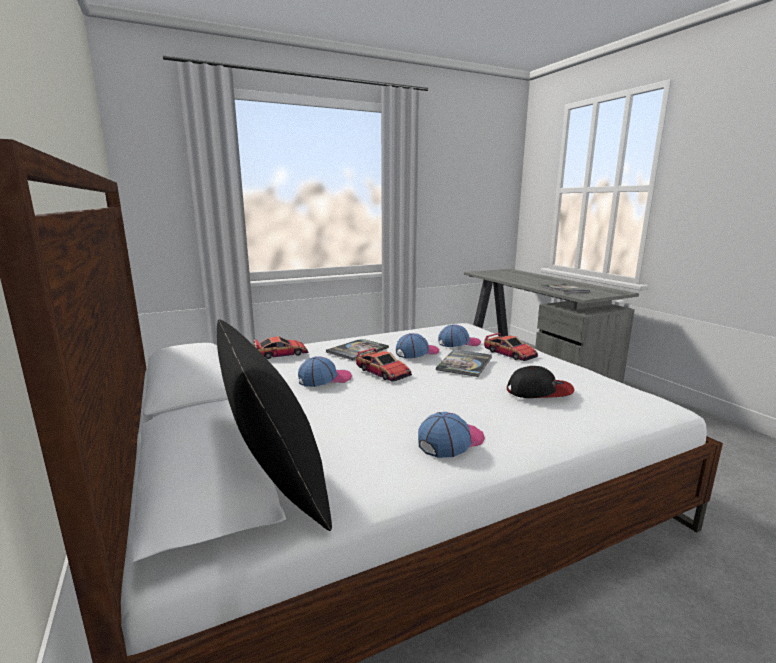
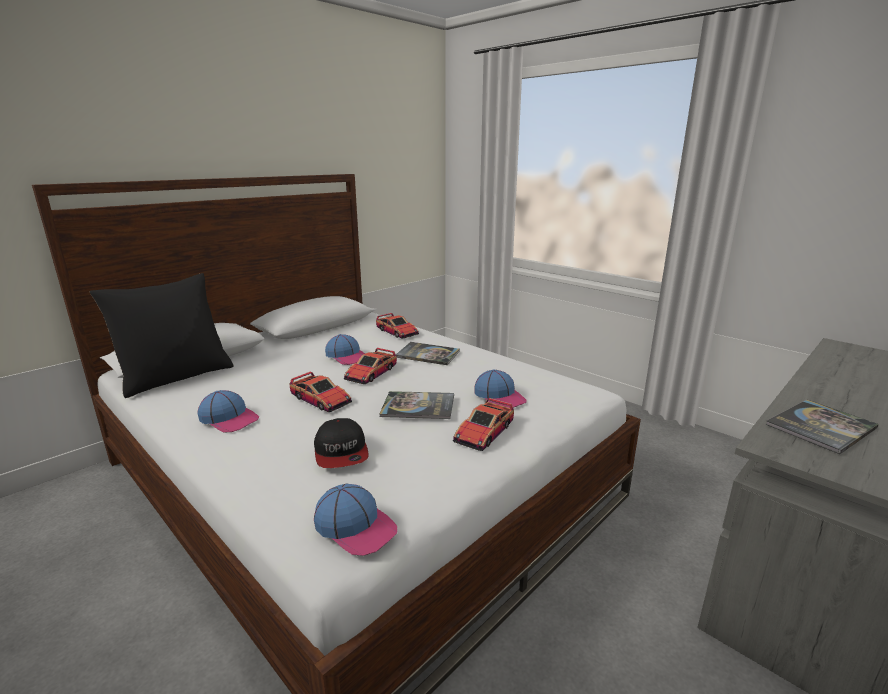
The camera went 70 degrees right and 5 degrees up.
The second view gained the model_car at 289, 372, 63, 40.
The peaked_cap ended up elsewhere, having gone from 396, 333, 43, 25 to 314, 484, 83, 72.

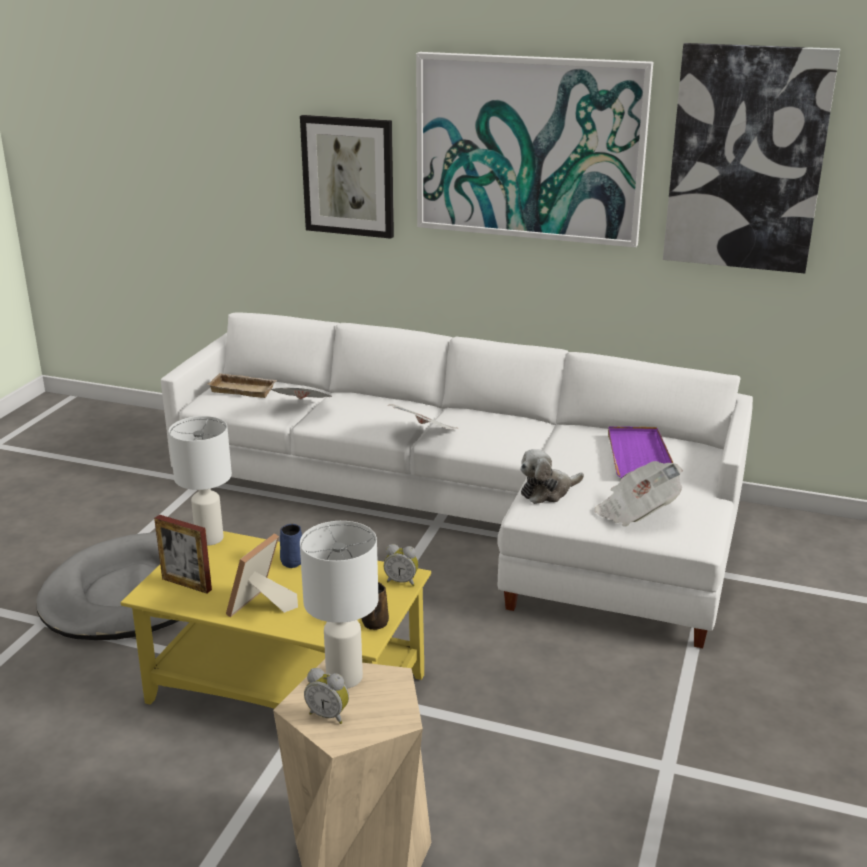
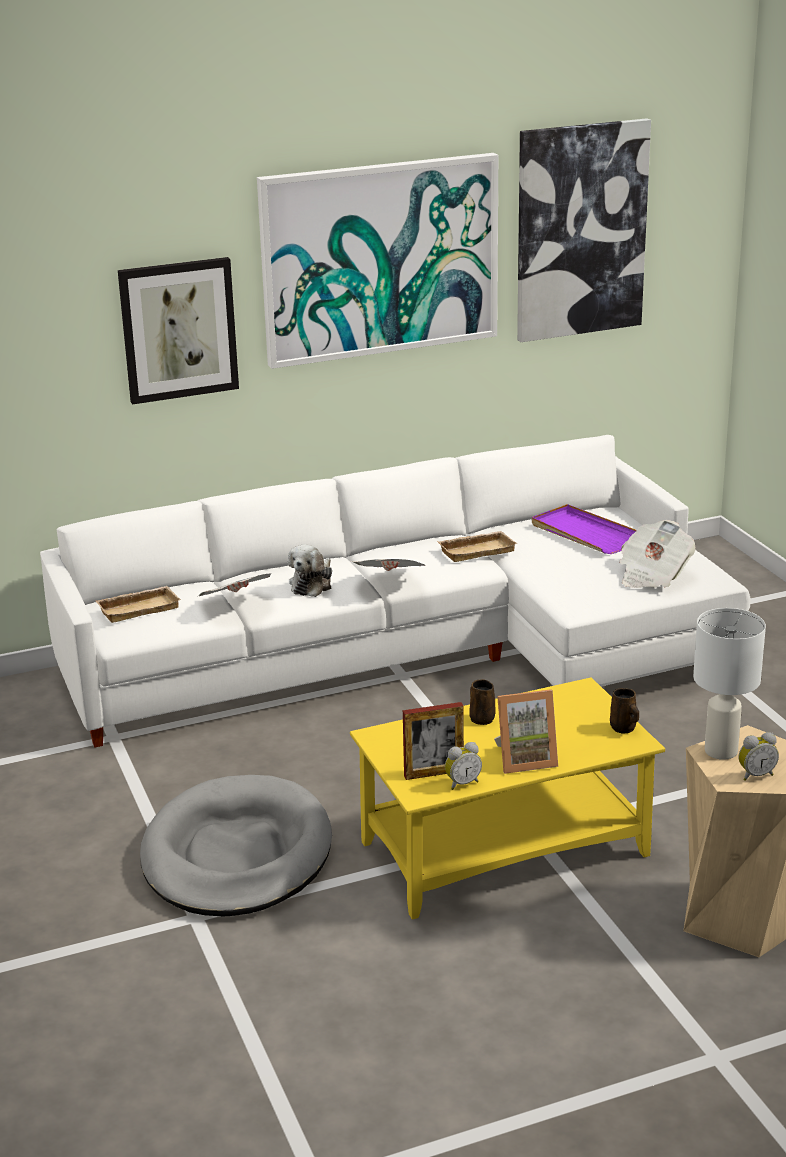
The camera went 40 degrees left and 0 degrees up.
The cuddly_toy ended up elsewhere, having gone from 520, 449, 64, 55 to 288, 544, 44, 53.
The second view gained the sand-coloured_carrying_tray at 437, 531, 80, 31.
The alarm_clock ended up elsewhere, having gone from 384, 544, 35, 42 to 445, 742, 37, 48.
What was the blue-coloured_tea_mug at 280, 524, 22, 44 turned into the brown-coloured_tea_mug at 469, 679, 27, 46.
The standing_frame at 226, 533, 72, 84 ended up facing another way, 90 degrees counterclockwise from before.
The second view lost the whitish_tabletop_lamp at 168, 416, 64, 130.

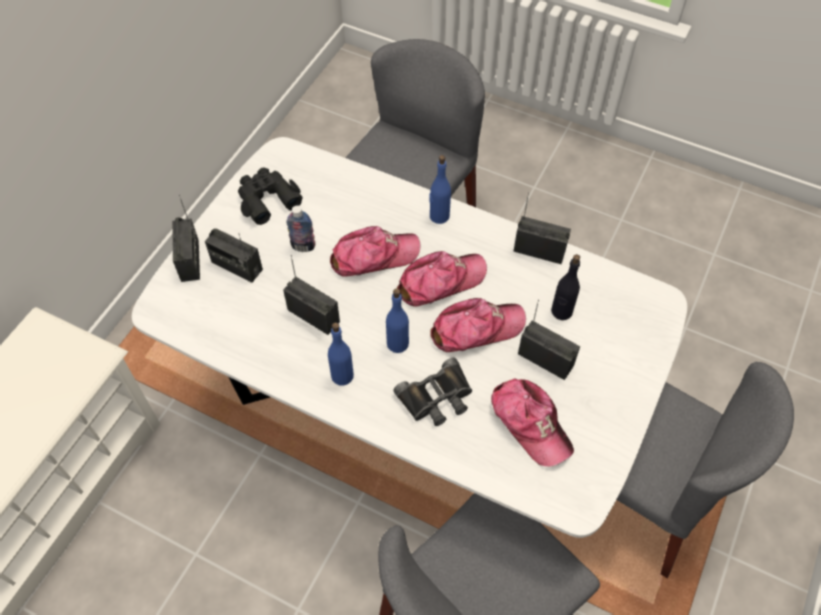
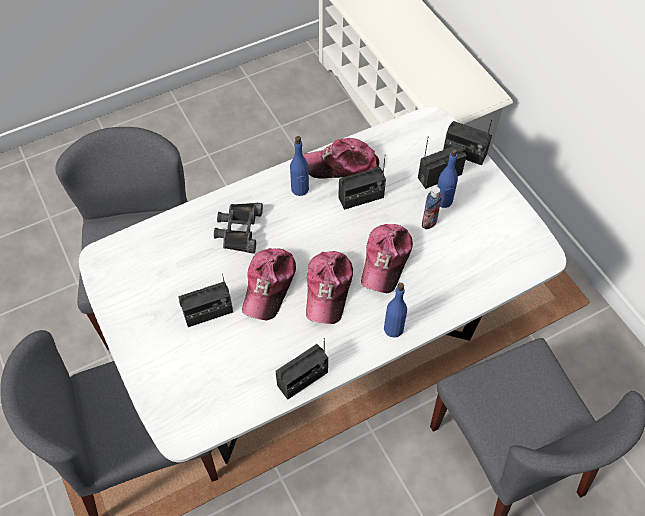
The camera went 125 degrees right and 0 degrees up.
The peaked_cap ended up elsewhere, having gone from 491, 379, 83, 88 to 303, 138, 77, 41.
The blue-coloured_bottle ended up elsewhere, having gone from 386, 288, 23, 65 to 437, 148, 21, 60.
The second view lost the blackish_field_glasses at 238, 167, 65, 58.
The second view lost the blackish_bottle at 551, 254, 29, 66.

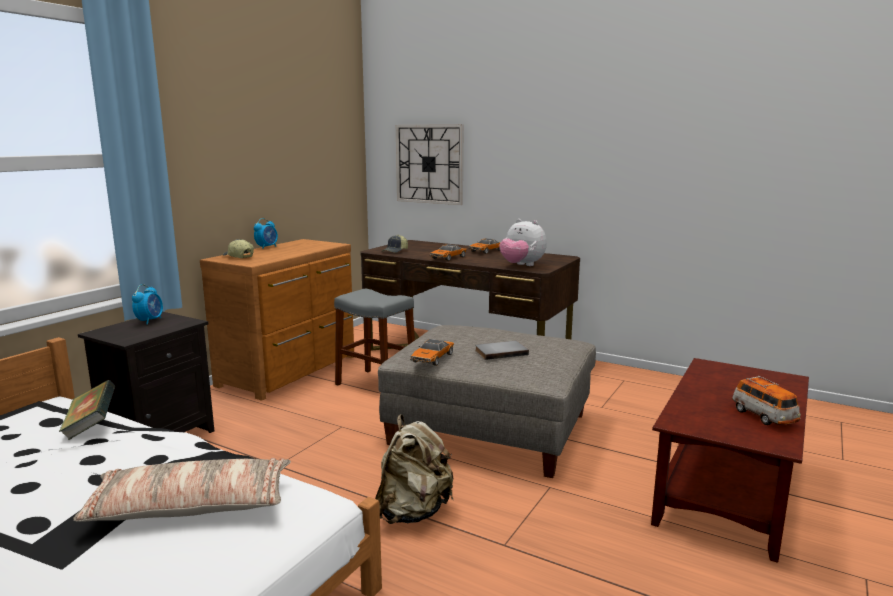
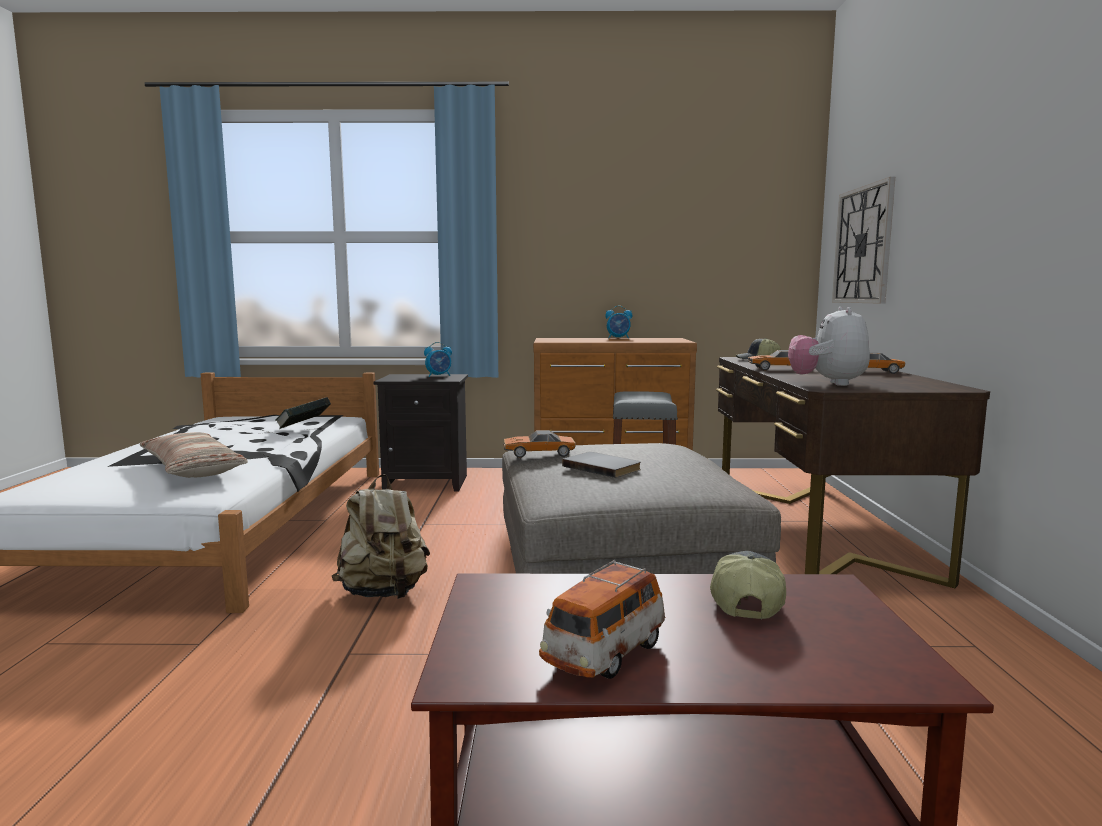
The camera went 60 degrees right and 5 degrees down.
The peaked_cap ended up elsewhere, having gone from 223, 239, 31, 19 to 710, 551, 76, 68.

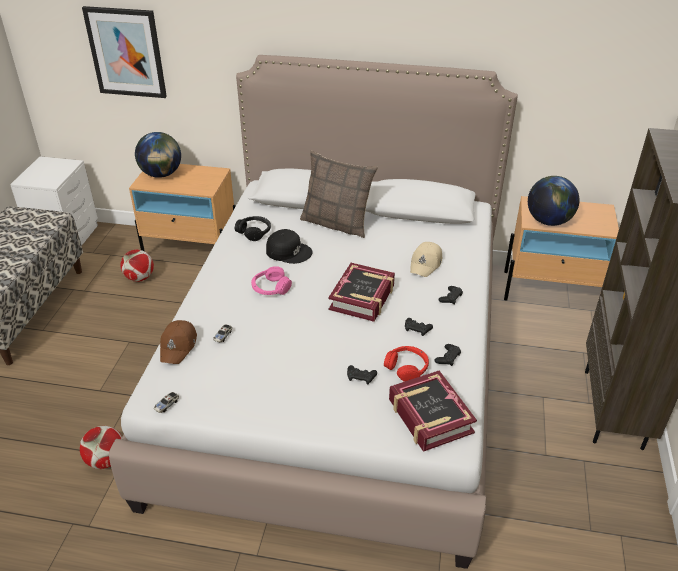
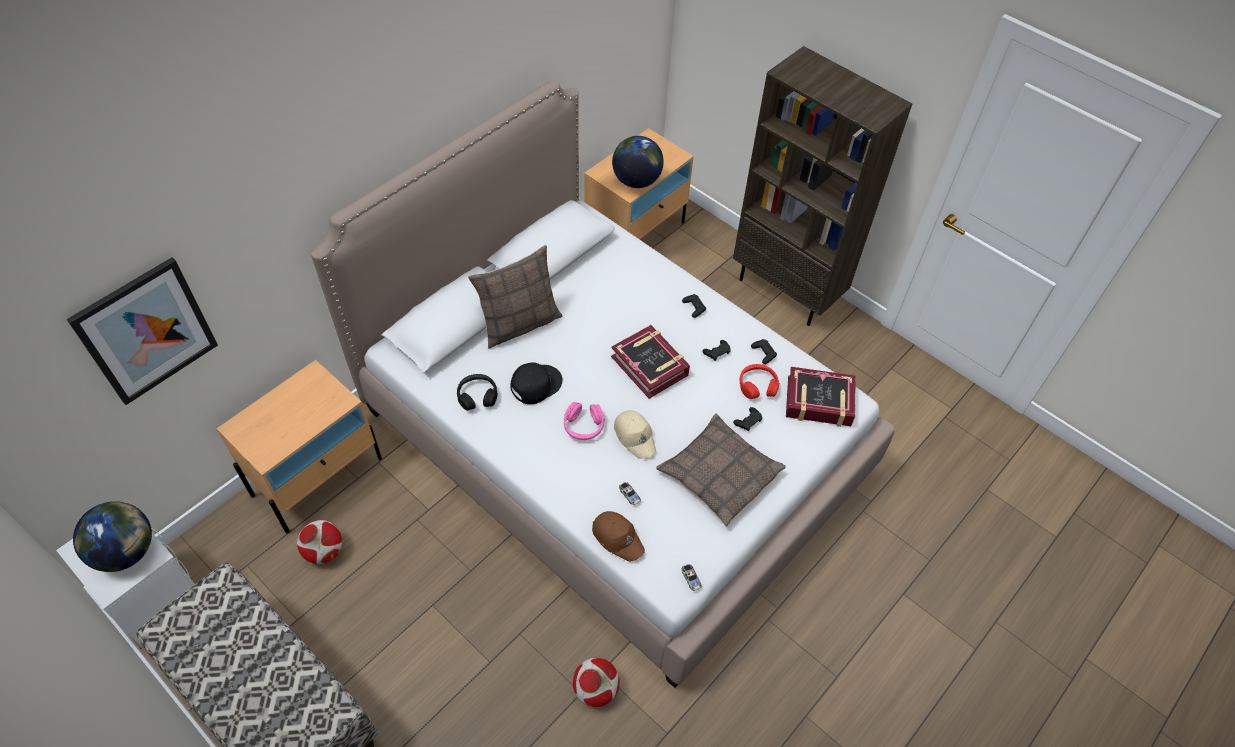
The camera went 60 degrees left and 15 degrees up.
The world_globe ended up elsewhere, having gone from 135, 132, 46, 46 to 73, 501, 79, 71.
The sand-coloured_peaked_cap ended up elsewhere, having gone from 410, 242, 32, 35 to 614, 410, 42, 49.
The second view gained the pillow at 656, 413, 130, 113.

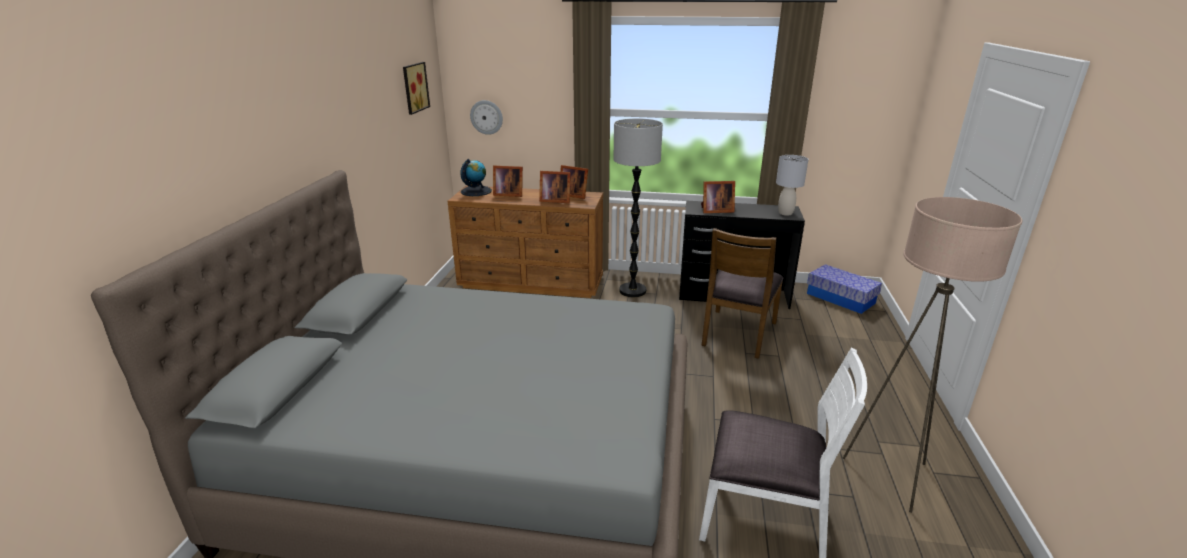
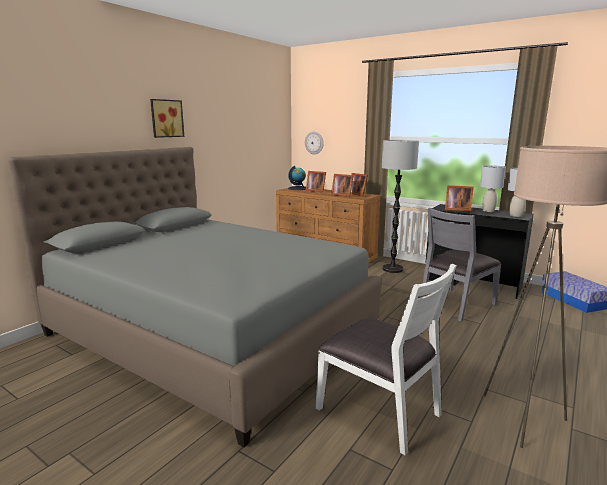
The camera went 25 degrees right and 10 degrees down.
The wall_art ended up elsewhere, having gone from 403, 62, 27, 53 to 150, 99, 34, 39.
What was the brown-coloured_upright_chair at 701, 228, 83, 131 turned into the gray_upright_chair at 420, 208, 82, 113.
The second view gained the gray_tabletop_lamp at 480, 165, 26, 47.

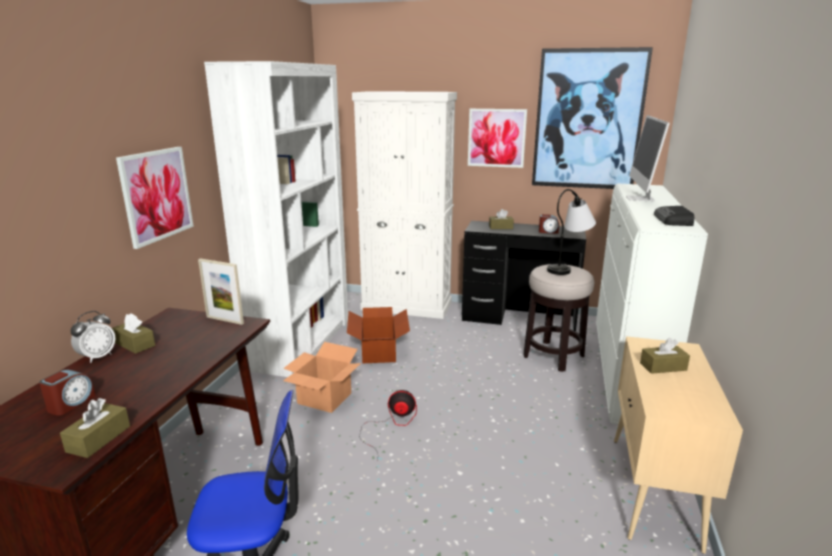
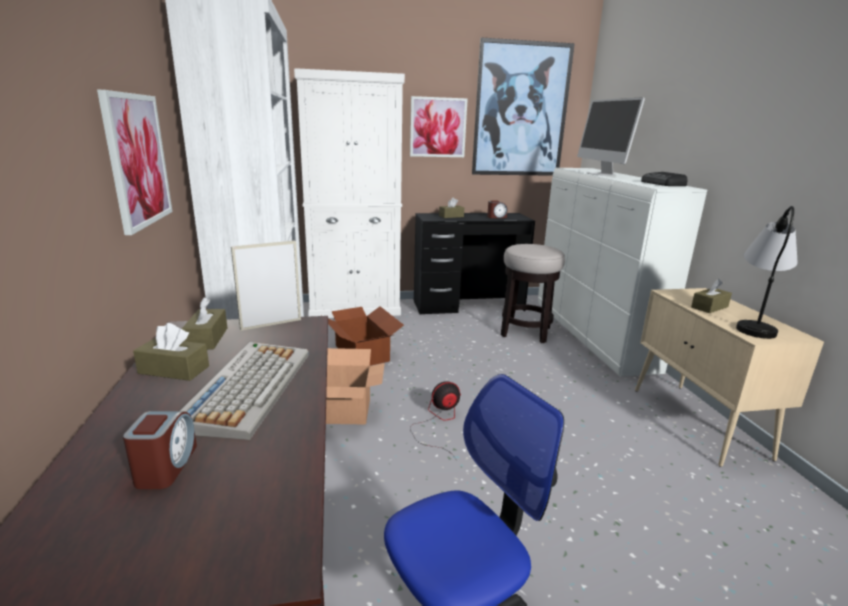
The camera went 25 degrees left and 0 degrees up.
The second view gained the PC_keyboard at 180, 342, 128, 98.
The brown-coloured_tissue_holder ended up elsewhere, having gone from 60, 398, 70, 60 to 182, 297, 45, 53.
The standing_frame at 198, 258, 46, 67 ended up facing another way, 150 degrees clockwise from before.
The tabletop_lamp ended up elsewhere, having gone from 547, 189, 49, 86 to 736, 206, 62, 133.
The second view lost the alarm_clock at 71, 311, 44, 52.

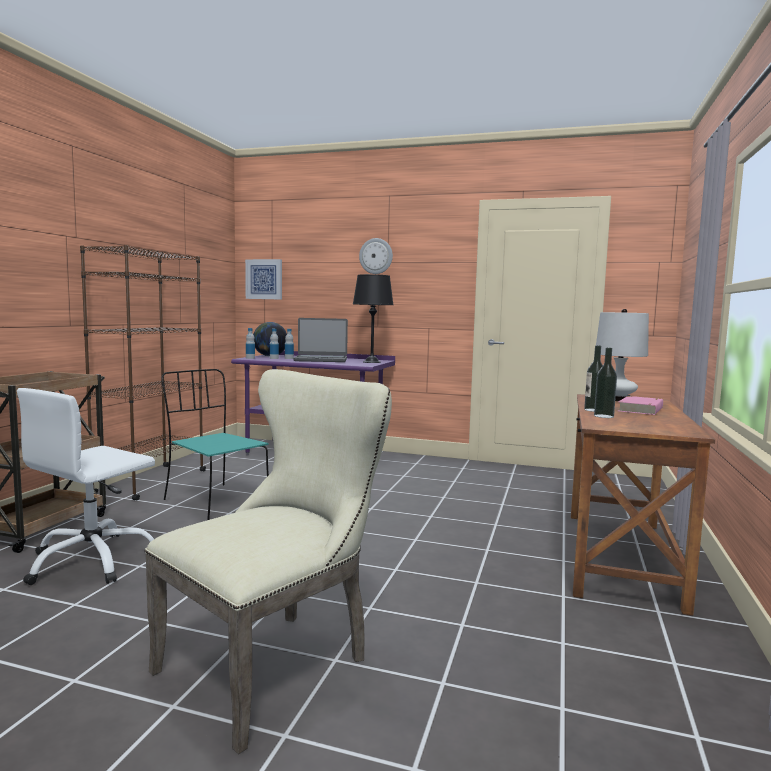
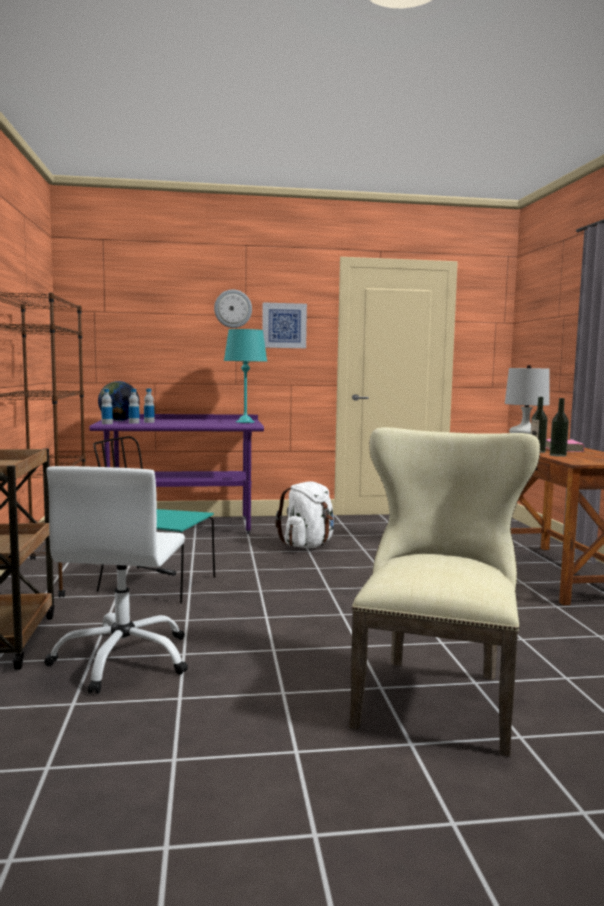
The camera went 25 degrees left and 0 degrees up.
What was the blackish_tabletop_lamp at 353, 274, 41, 89 turned into the turquoise-coloured_tabletop_lamp at 224, 329, 43, 94.
The wall_art ended up elsewhere, having gone from 245, 259, 37, 41 to 262, 302, 45, 46.
The second view gained the whitish_knapsack at 276, 482, 58, 66.
The second view lost the notebook_computer at 294, 318, 54, 44.

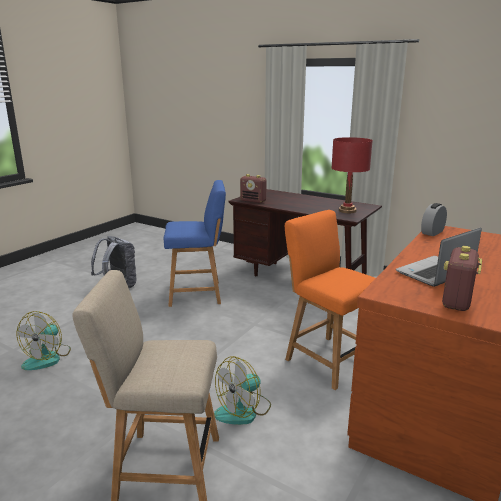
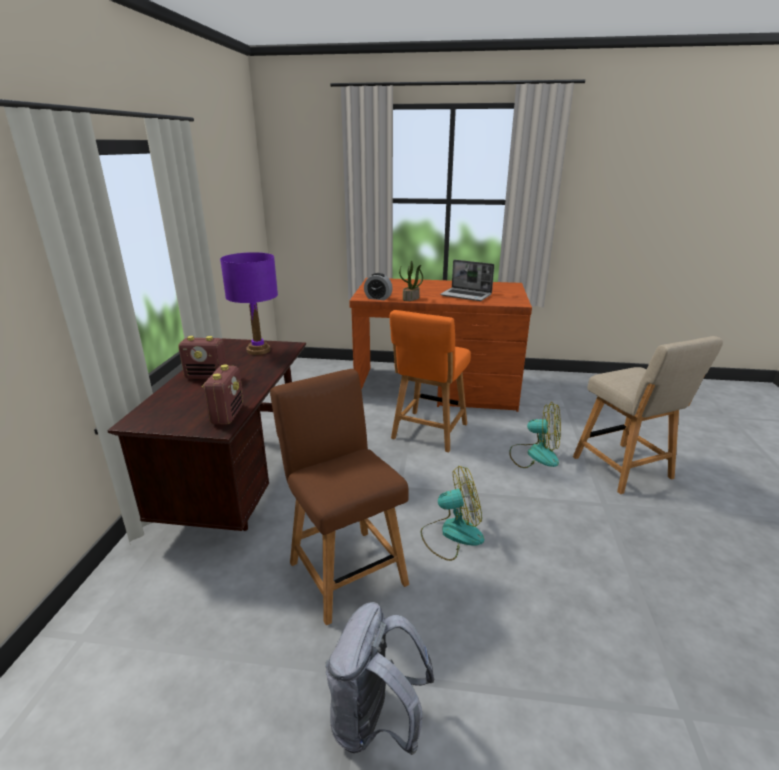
The camera went 115 degrees left and 5 degrees up.
The radio_set ended up elsewhere, having gone from 442, 246, 40, 65 to 178, 336, 49, 43.
What was the red-coloured_tabletop_lamp at 332, 137, 41, 76 turned into the purple_tabletop_lamp at 220, 252, 58, 103.
What was the blue-coloured_upright_chair at 164, 180, 62, 127 turned into the brown-coloured_upright_chair at 270, 369, 139, 256.
The second view gained the plant_in_a_pot at 399, 260, 24, 41.
The cooling_fan ended up elsewhere, having gone from 17, 311, 54, 59 to 420, 466, 64, 95.

